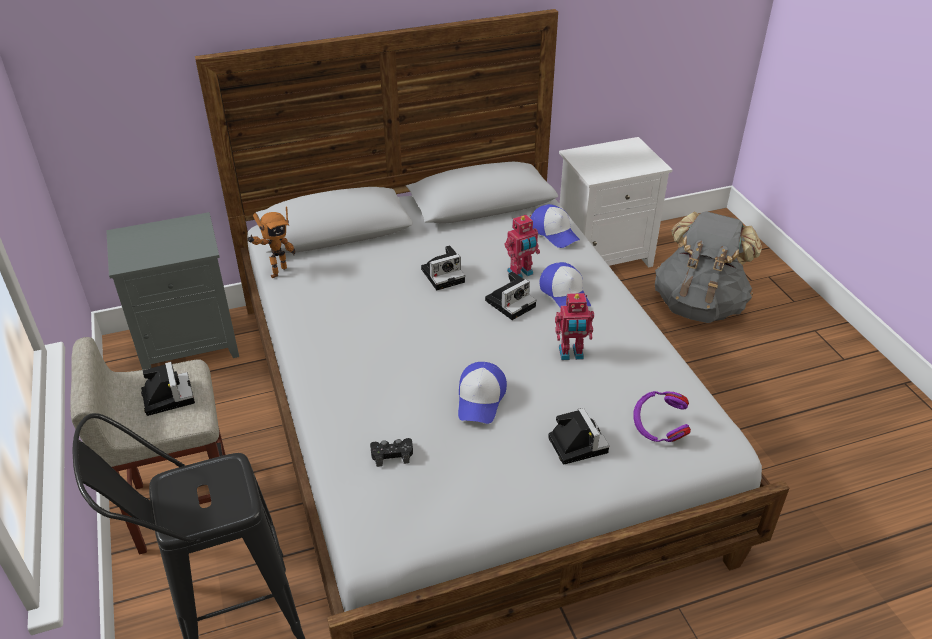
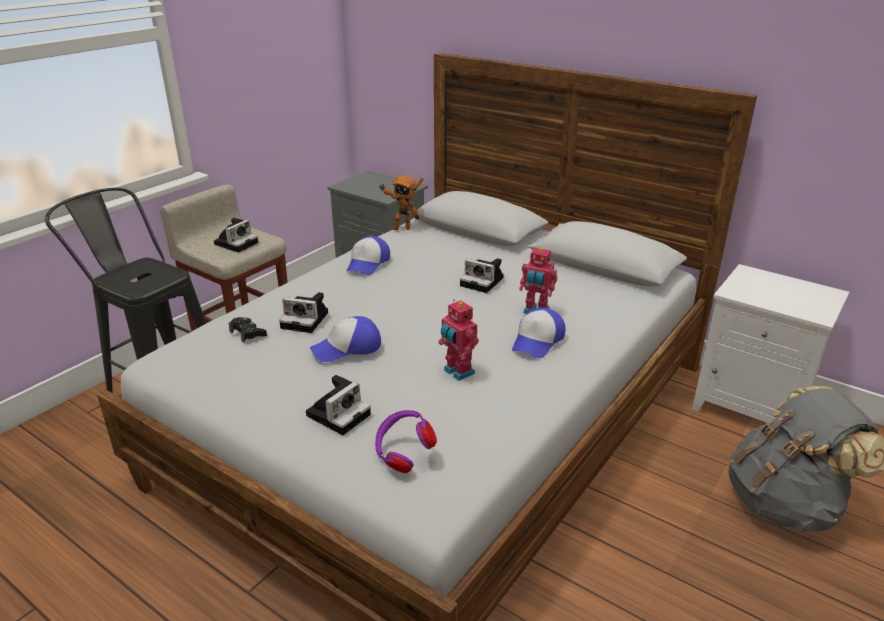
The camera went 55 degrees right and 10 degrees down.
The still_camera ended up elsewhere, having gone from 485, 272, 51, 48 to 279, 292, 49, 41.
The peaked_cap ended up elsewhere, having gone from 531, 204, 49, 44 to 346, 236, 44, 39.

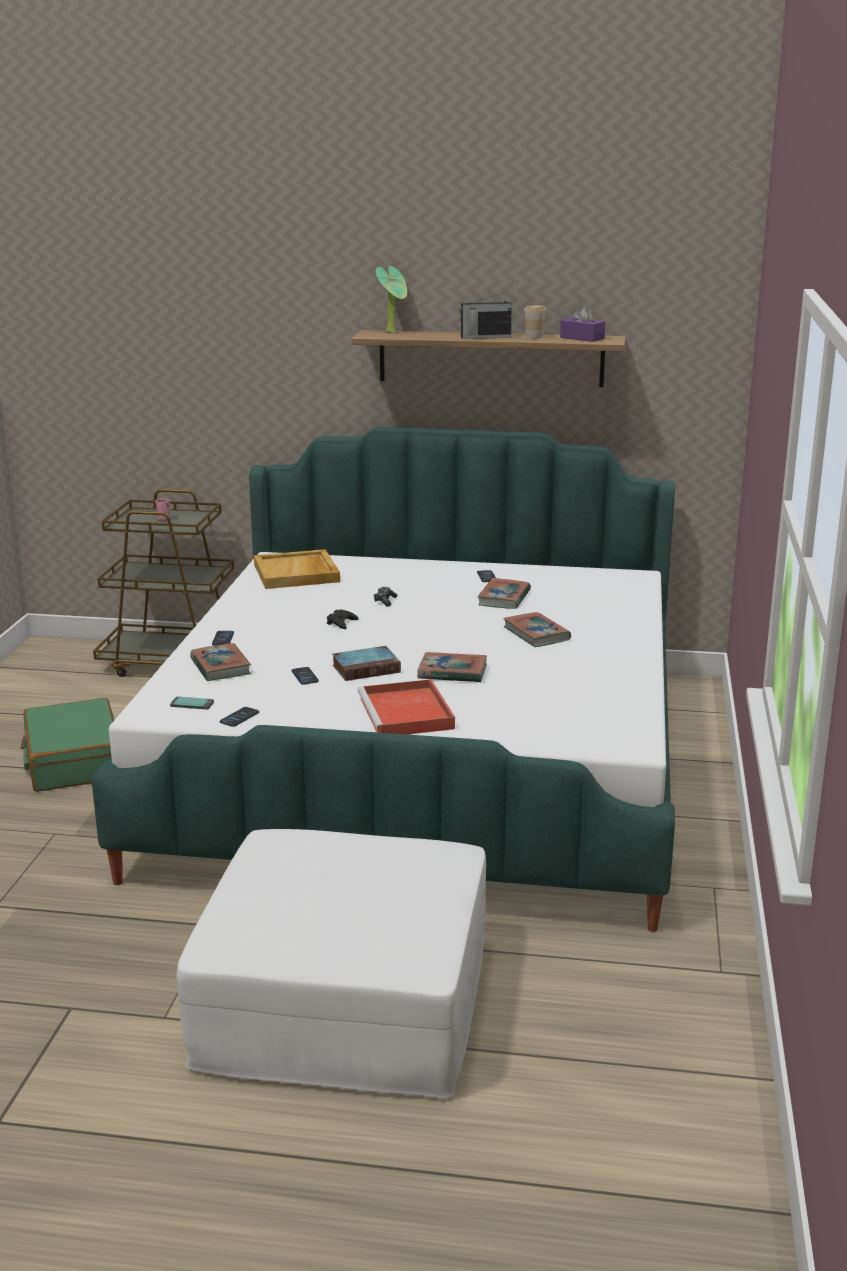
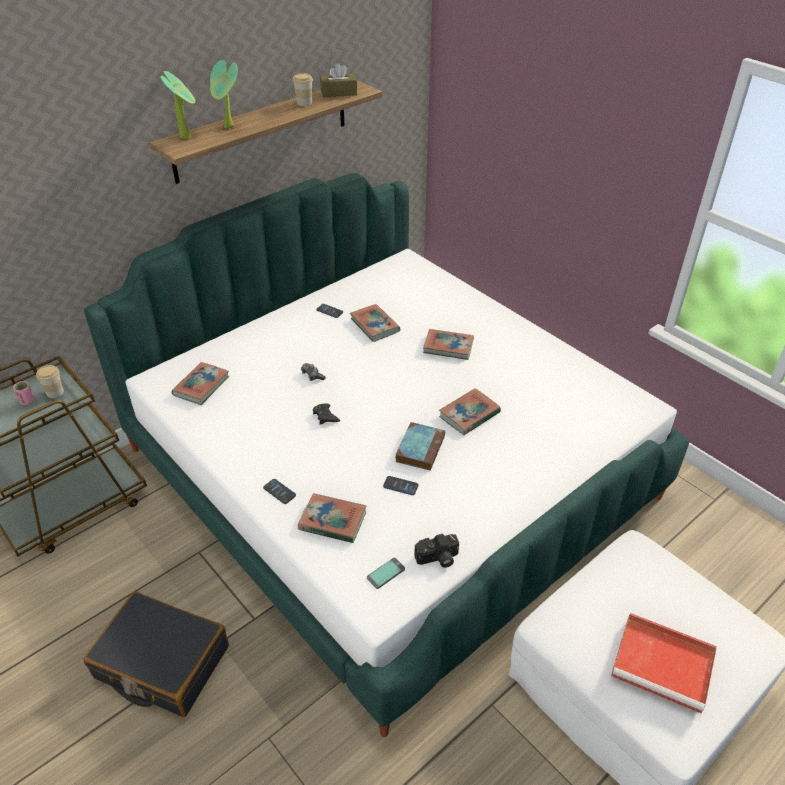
The camera went 50 degrees left and 20 degrees up.
The second view gained the cup at 36, 365, 28, 33.
What was the green-coloured_piece_of_luggage at 21, 698, 93, 94 turned into the blackish_piece_of_luggage at 83, 591, 146, 126.
Where the sand-coloured_carrying_tray stood at 254, 549, 86, 40, the volume came to stand at 172, 362, 57, 43.
The second view gained the plant_in_a_pot at 210, 60, 28, 69.
What was the purple_tissue_holder at 560, 304, 45, 38 turned into the brown-coloured_tissue_holder at 320, 63, 37, 34.
Where the handset stood at 220, 707, 39, 20, the still_camera came to stand at 414, 534, 45, 34.
The red-coloured_carrying_tray ended up elsewhere, having gone from 358, 679, 97, 56 to 611, 613, 106, 101.
The second view lost the radio_set at 459, 293, 53, 46.

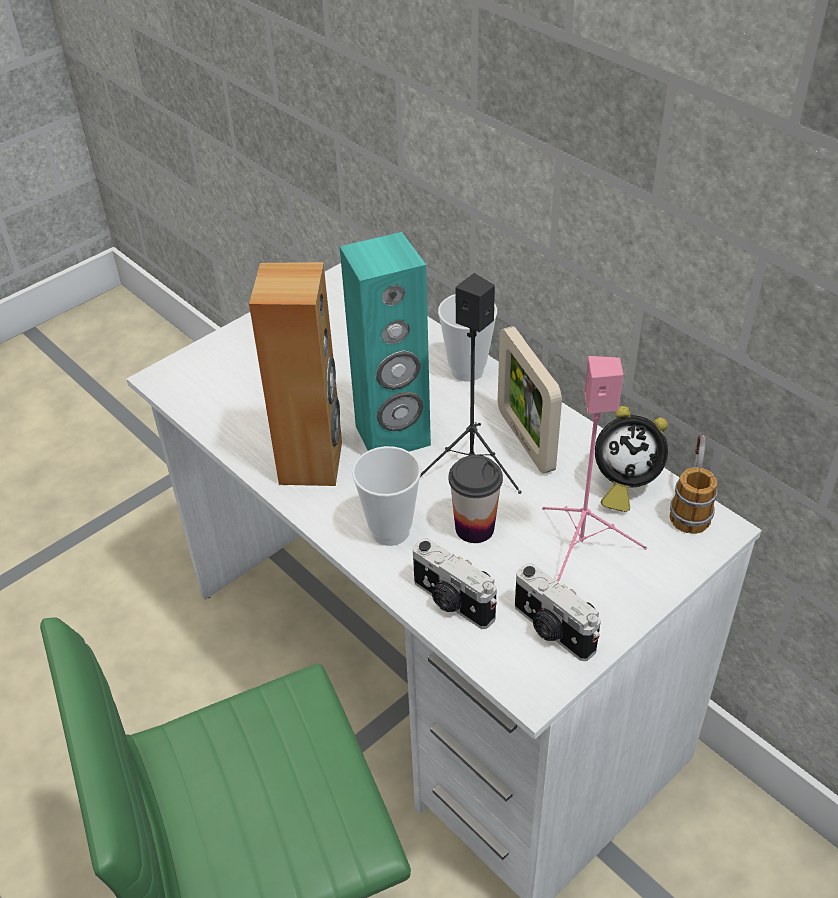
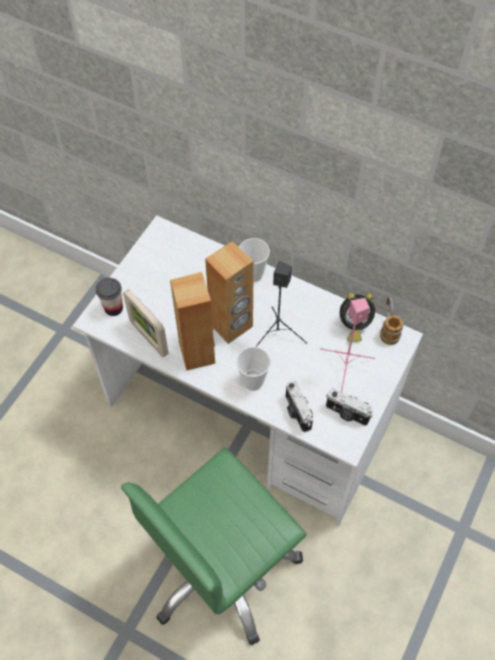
The camera went 20 degrees left and 15 degrees up.
The cup ended up elsewhere, having gone from 448, 455, 55, 88 to 96, 278, 27, 38.
The standing_frame ended up elsewhere, having gone from 498, 326, 64, 148 to 123, 289, 46, 68.
What was the turquoise-coloured_loudspeaker at 340, 232, 91, 220 turned into the brown-coloured_loudspeaker at 205, 241, 49, 103.
The still_camera at 413, 538, 84, 91 ended up facing another way, 45 degrees clockwise from before.

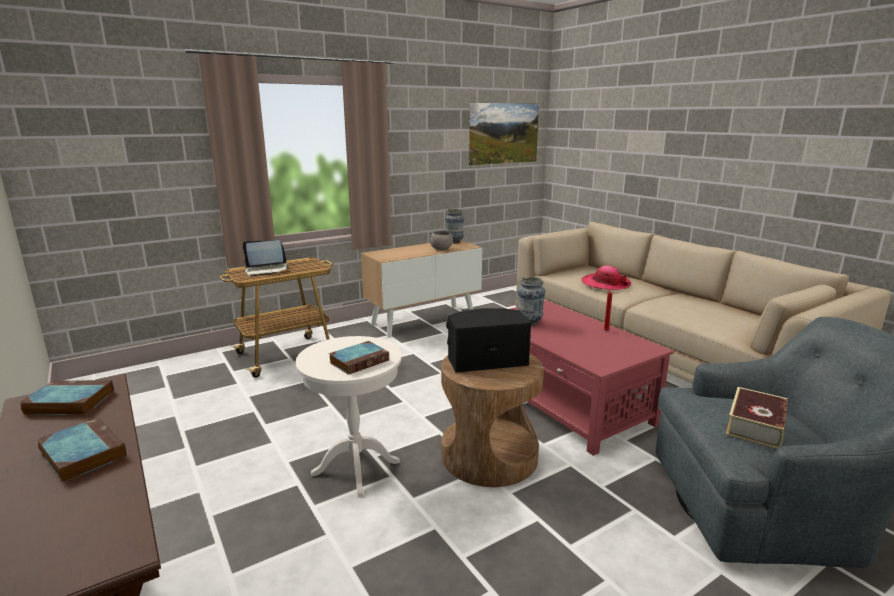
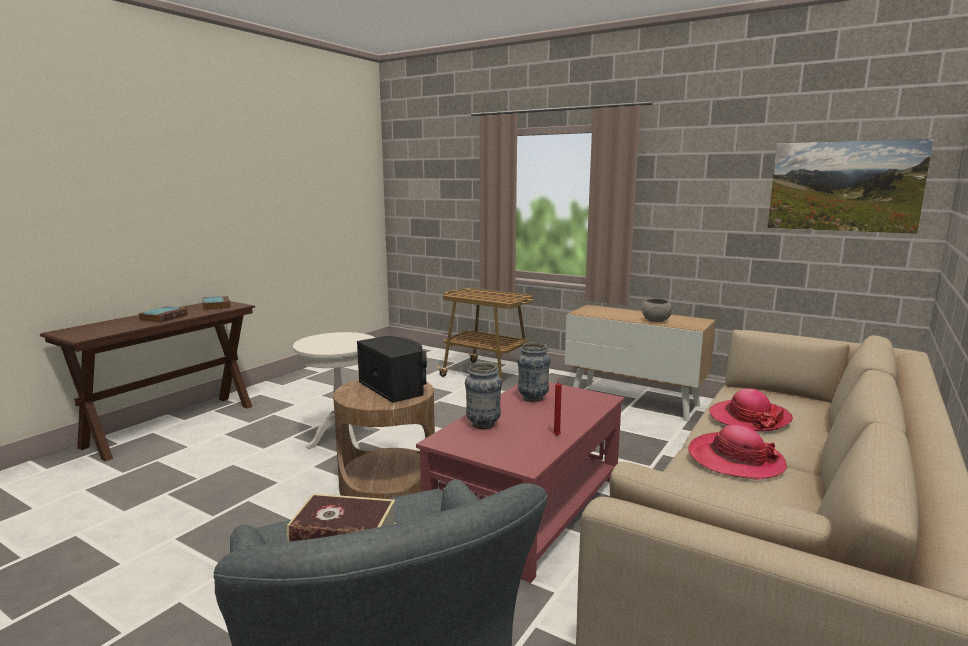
The camera went 65 degrees right and 5 degrees down.
The flower_vase ended up elsewhere, having gone from 445, 209, 19, 34 to 465, 362, 37, 67.
The second view gained the wearable_hat at 688, 425, 99, 55.
The second view lost the notebook_computer at 243, 240, 46, 36.
The second view lost the volume at 329, 341, 60, 34.

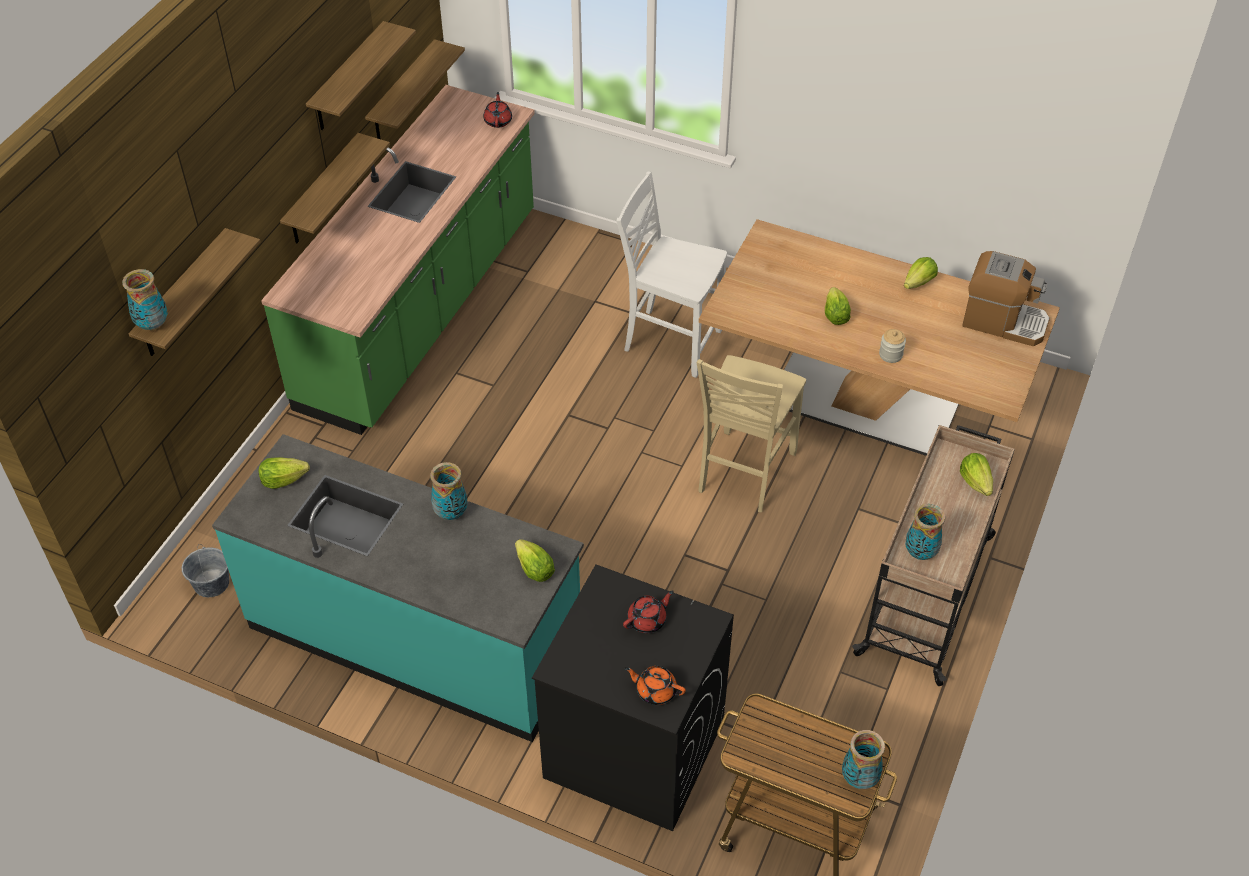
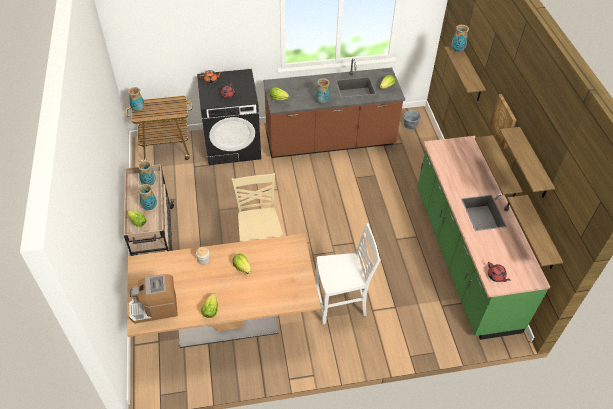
The camera went 145 degrees right and 0 degrees up.
The second view gained the flower_vase at 138, 184, 19, 26.
What was the turquoise-coloured_counter at 212, 434, 372, 308 turned into the brown-coloured_counter at 263, 58, 142, 100.
The second view gained the wall_art at 490, 94, 26, 55.

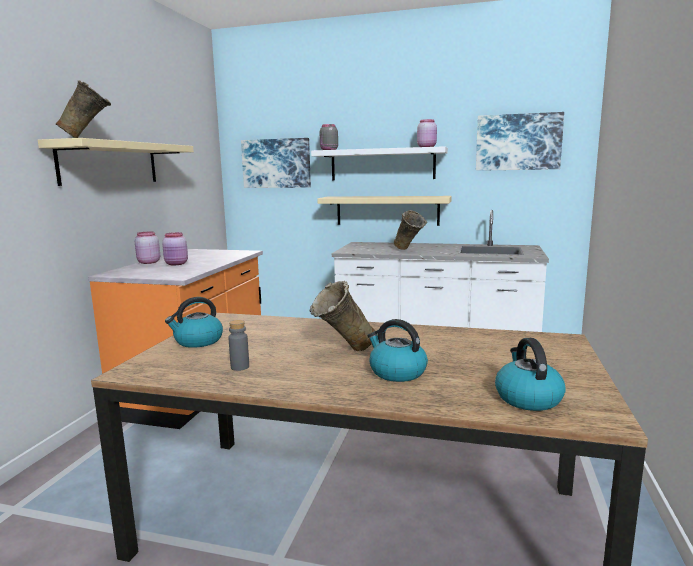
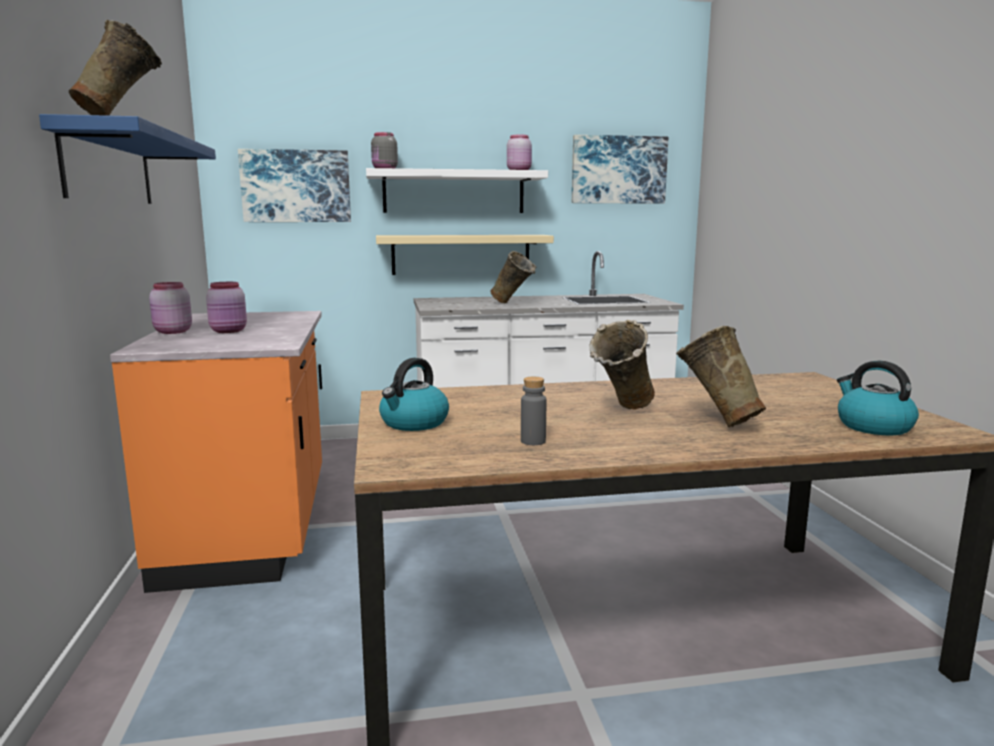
The camera went 25 degrees left and 0 degrees up.
What was the sand-coloured_bracket_shelf at 38, 138, 156, 48 turned into the blue-coloured_bracket_shelf at 39, 114, 177, 90.
Where the tea_kettle stood at 367, 319, 61, 63, the sand-coloured_flower_vase came to stand at 676, 326, 90, 102.

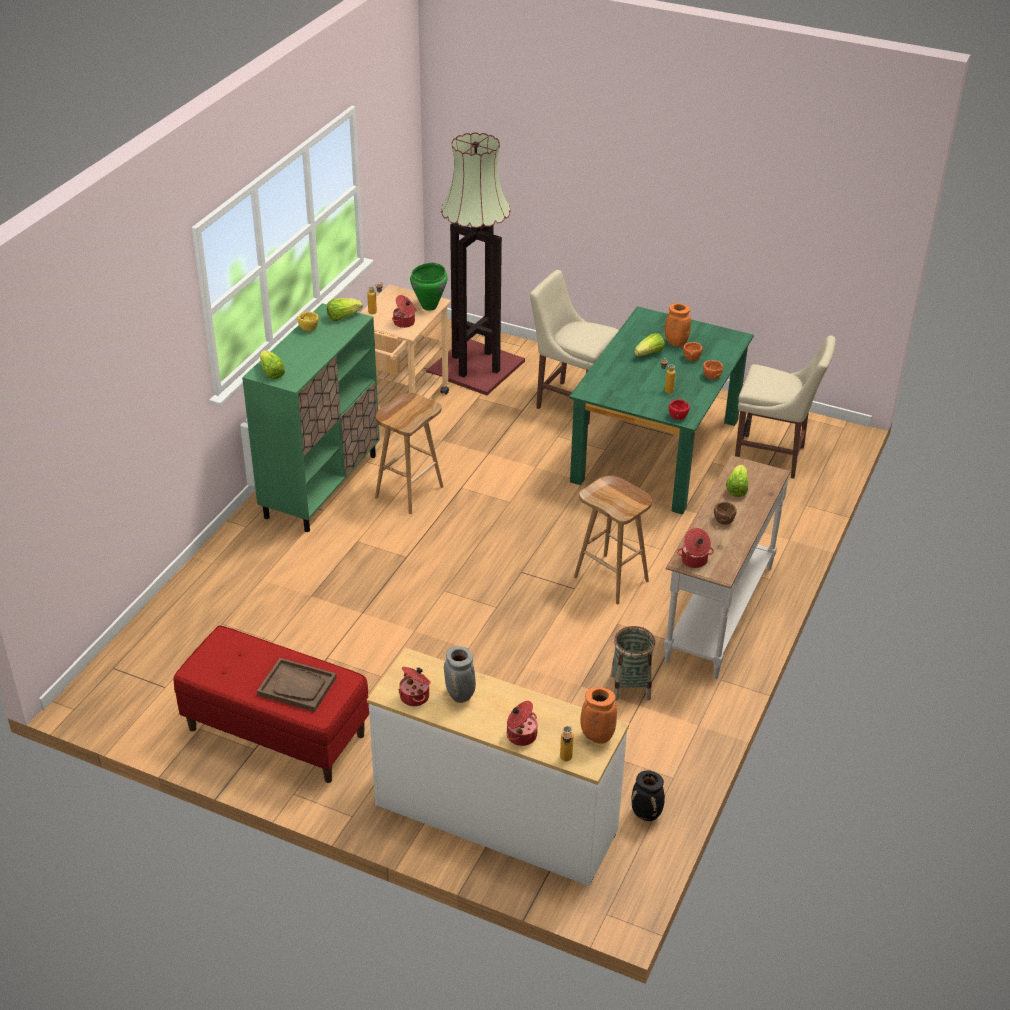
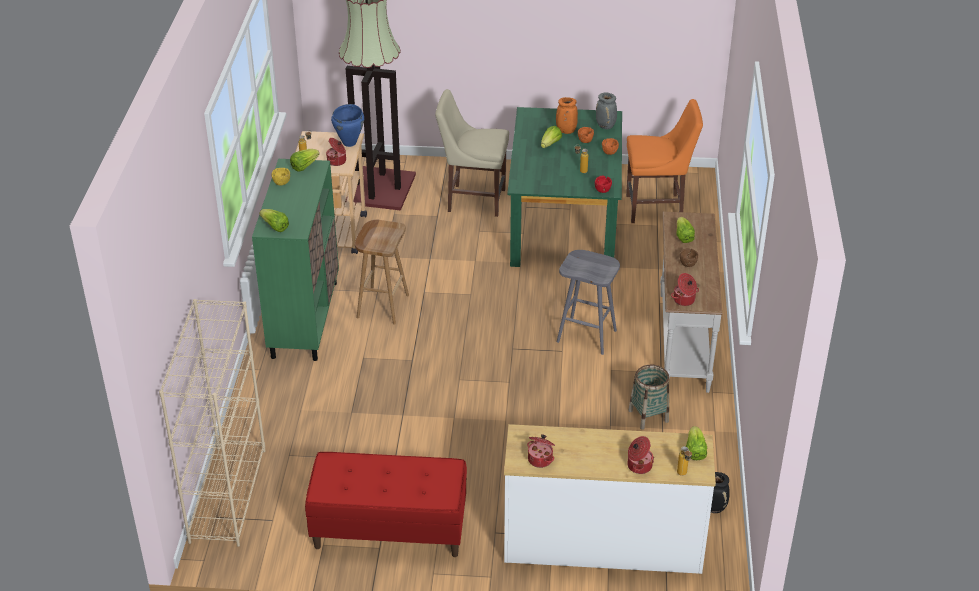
The camera went 20 degrees left and 0 degrees up.
The second view gained the sand-coloured_shelving_unit at 159, 299, 107, 248.
What was the green-coloured_saucepot at 410, 263, 37, 48 turned into the blue-coloured_saucepot at 331, 104, 33, 43.
What was the brown-coloured_sitting_stool at 574, 476, 78, 128 turned into the gray_sitting_stool at 557, 250, 63, 105.
The gray_flower_vase ended up elsewhere, having gone from 444, 646, 32, 57 to 596, 92, 21, 38.
What was the sand-coloured_upright_chair at 735, 336, 101, 143 turned into the orangey_upright_chair at 626, 99, 77, 124.
Where the orangey_flower_vase stood at 581, 687, 36, 57, the lettuce came to stand at 686, 426, 21, 34.
The second view lost the brown-coloured_carrying_tray at 257, 658, 80, 54.

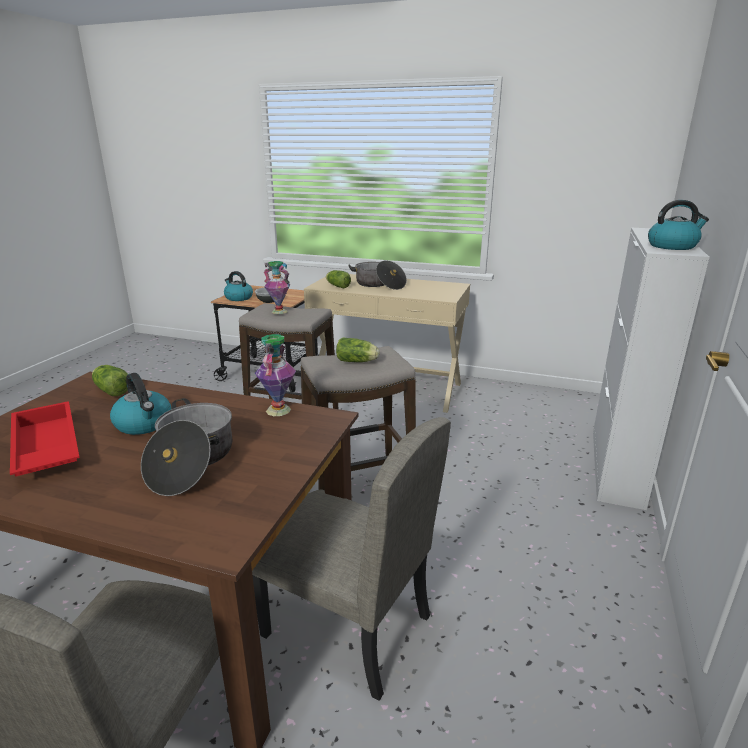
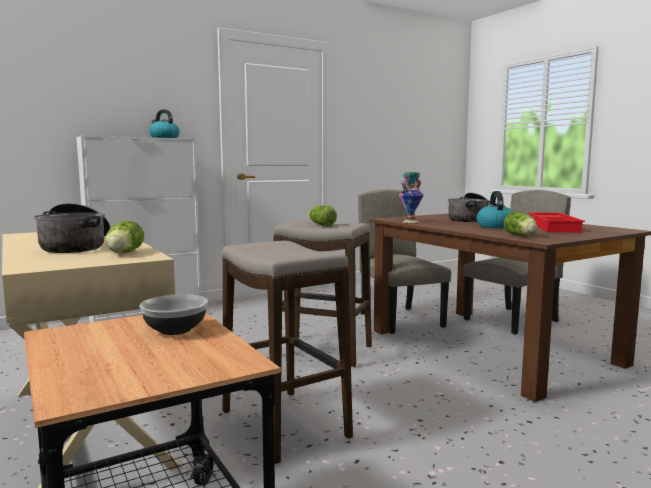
The camera went 140 degrees left and 15 degrees down.
The second view lost the tea_kettle at 224, 271, 29, 30.
The second view lost the flower_vase at 264, 261, 26, 53.

